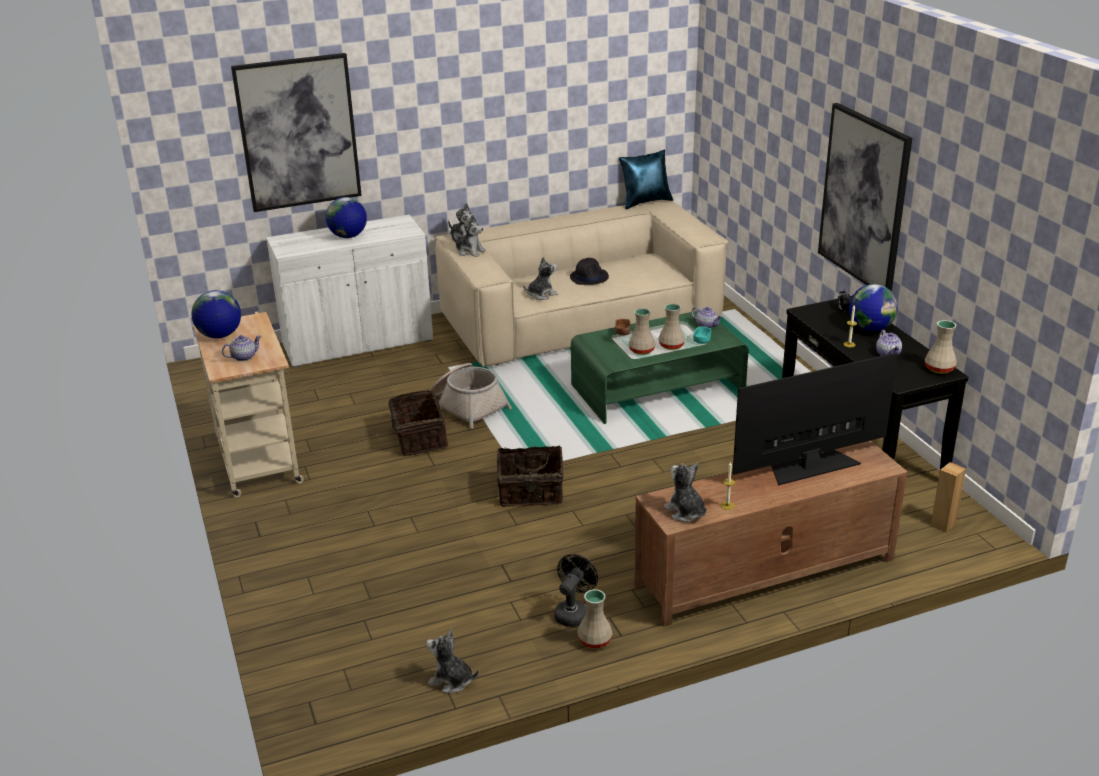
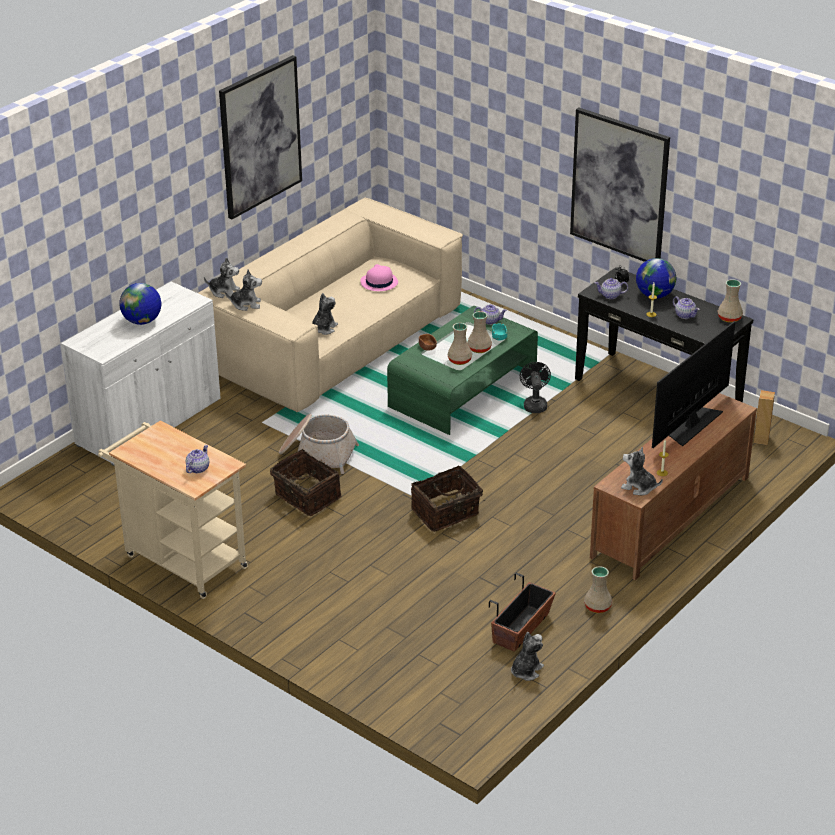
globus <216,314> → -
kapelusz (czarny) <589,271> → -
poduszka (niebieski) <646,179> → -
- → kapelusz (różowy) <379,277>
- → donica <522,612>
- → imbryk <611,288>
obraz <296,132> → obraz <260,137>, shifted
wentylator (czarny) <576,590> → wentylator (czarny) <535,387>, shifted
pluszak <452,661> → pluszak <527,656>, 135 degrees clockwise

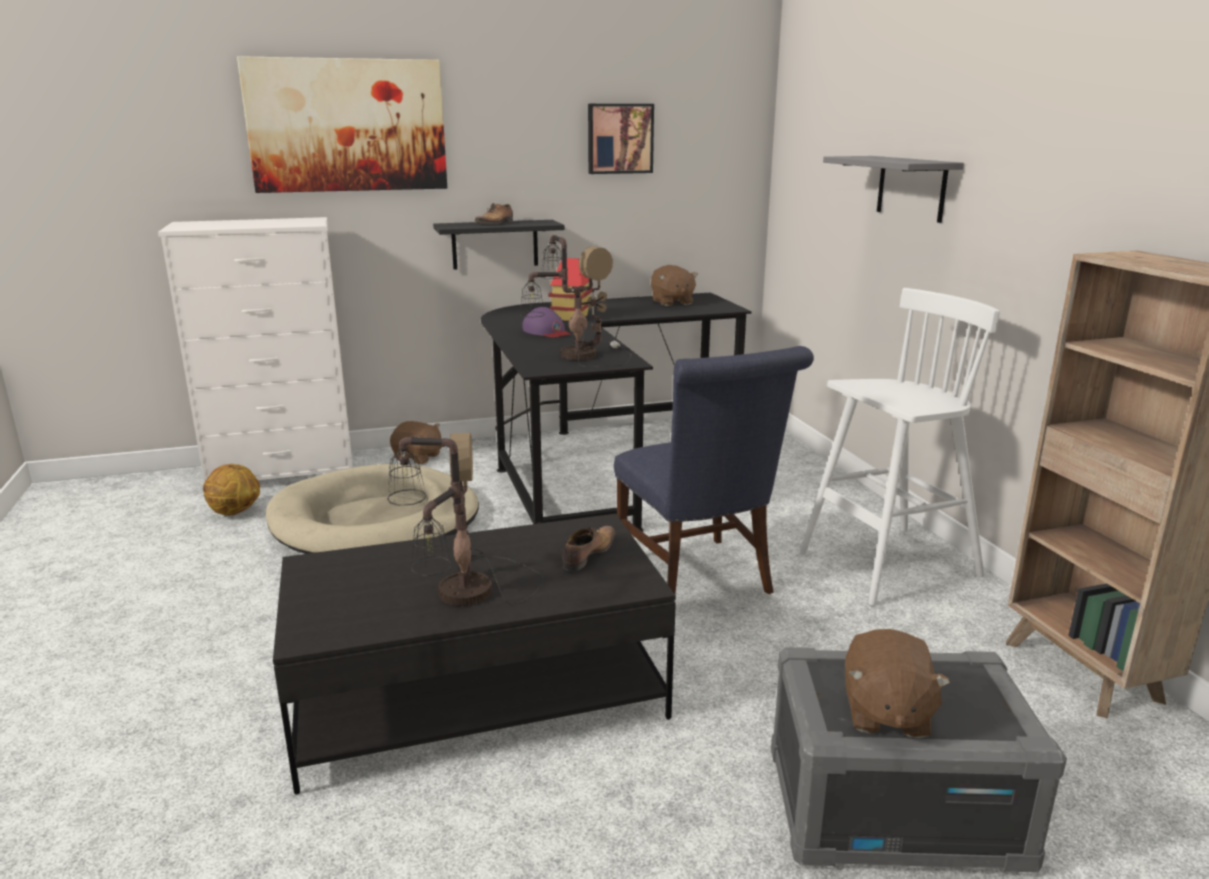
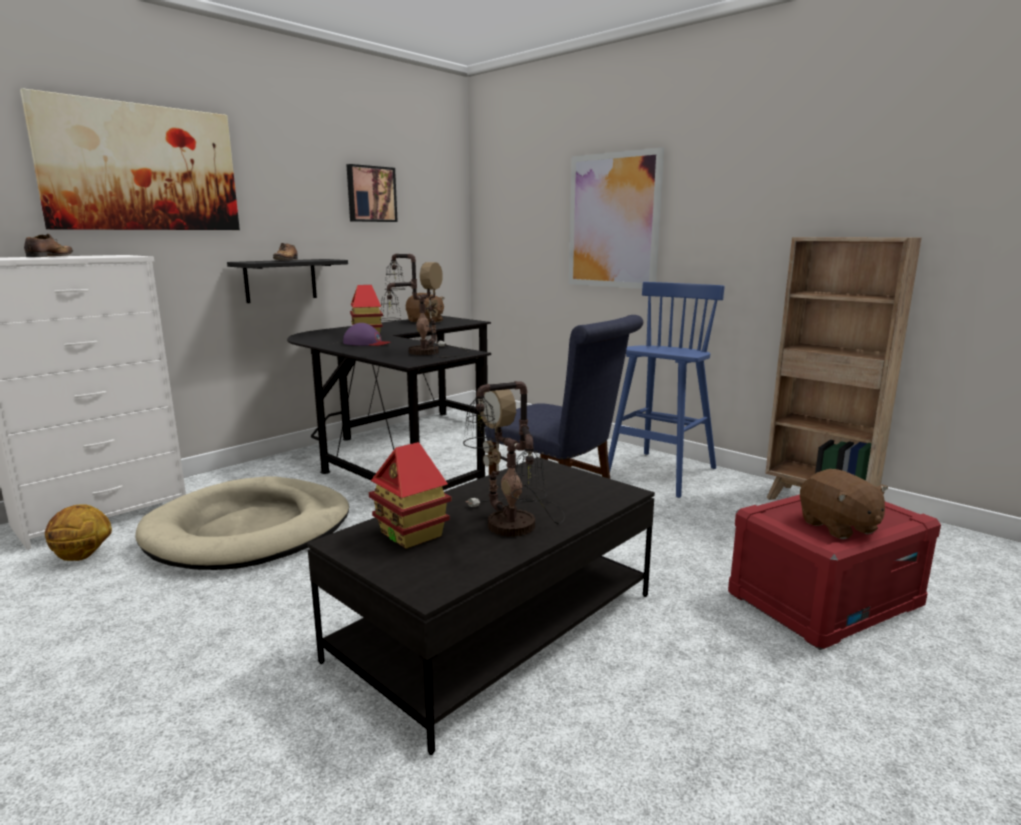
pluszak (brązowy) <416,442> → -
- → domek <410,495>
but <588,548> → but <48,245>, shifted
półka (szary) <893,189> → obraz <616,218>
pojemnik do przechowywania (szary) <919,760> → pojemnik do przechowywania (czerwony) <834,572>
stołek (biały) <900,447> → stołek (niebieski) <666,390>

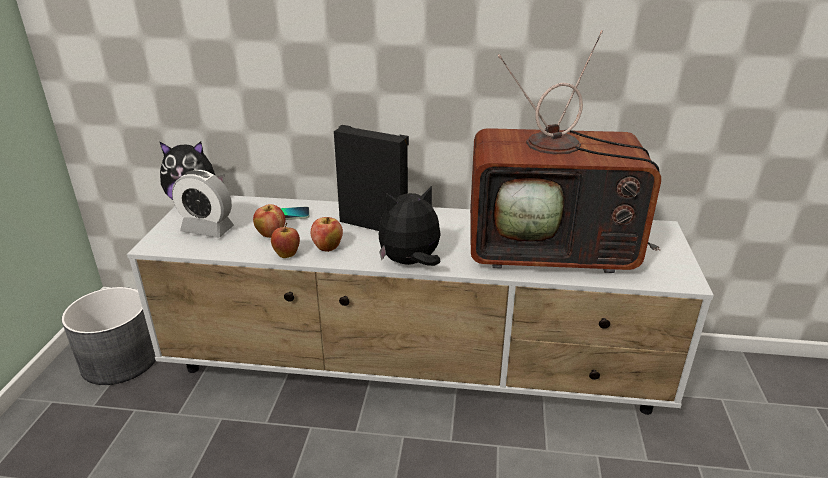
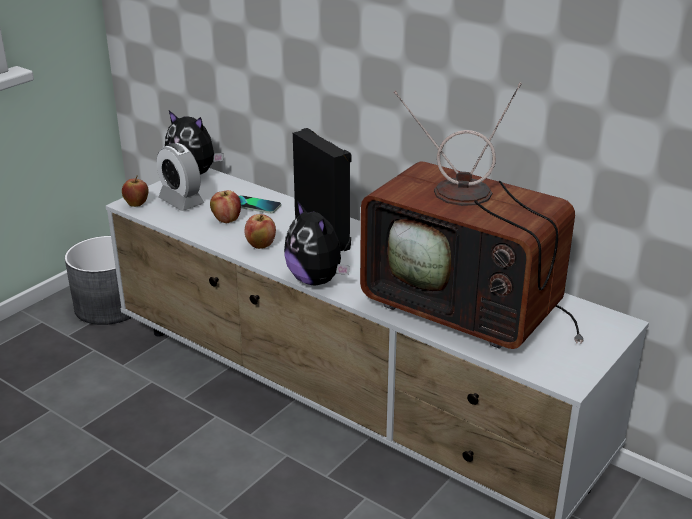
jabłko <285,240> → jabłko <135,191>, shifted
pluszak <410,226> → pluszak <317,243>, 135 degrees counterclockwise

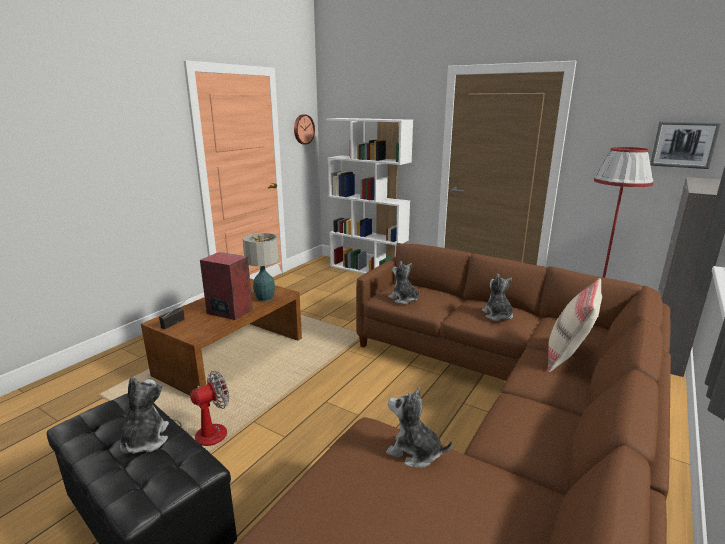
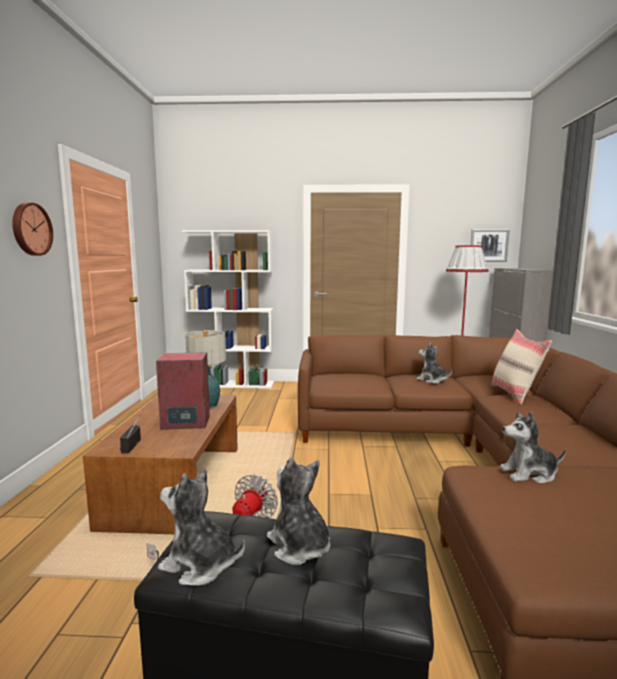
zegar ścienny <304,129> → zegar ścienny <32,229>, shifted
pluszak <404,282> → pluszak <201,528>, shifted

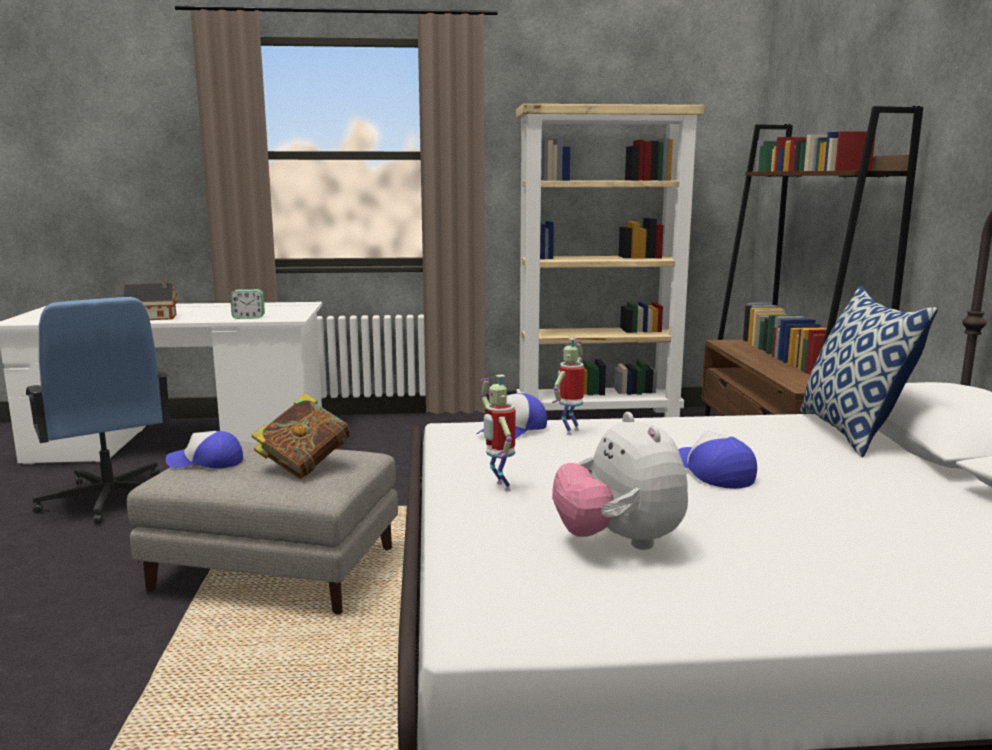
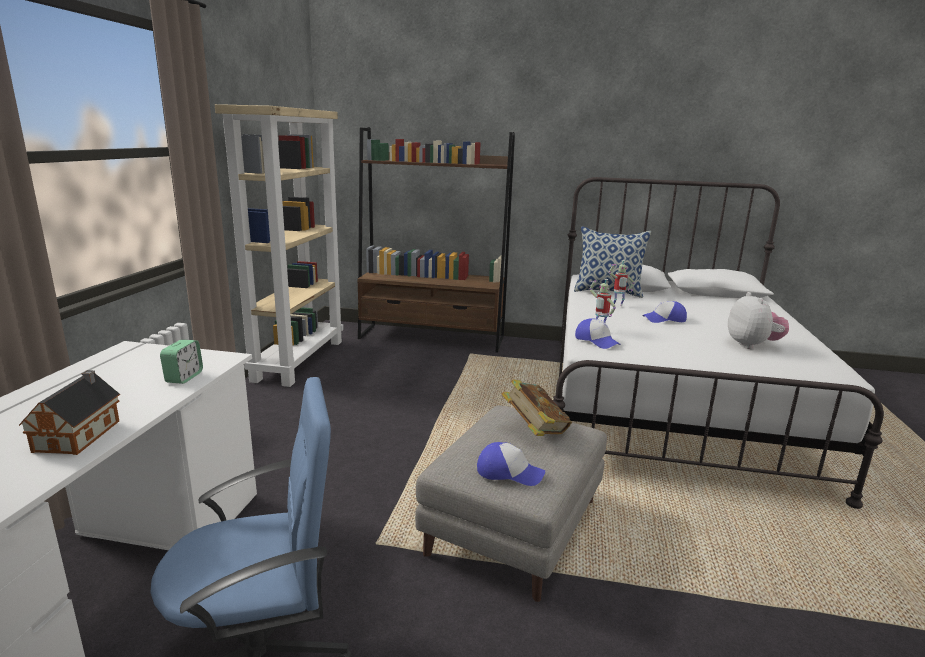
robot zabawkowy <497,432> → robot zabawkowy <622,283>, shifted
czapka z daszkiem <204,450> → czapka z daszkiem <511,464>, 90 degrees counterclockwise
pluszak <620,481> → pluszak <758,320>, 90 degrees counterclockwise

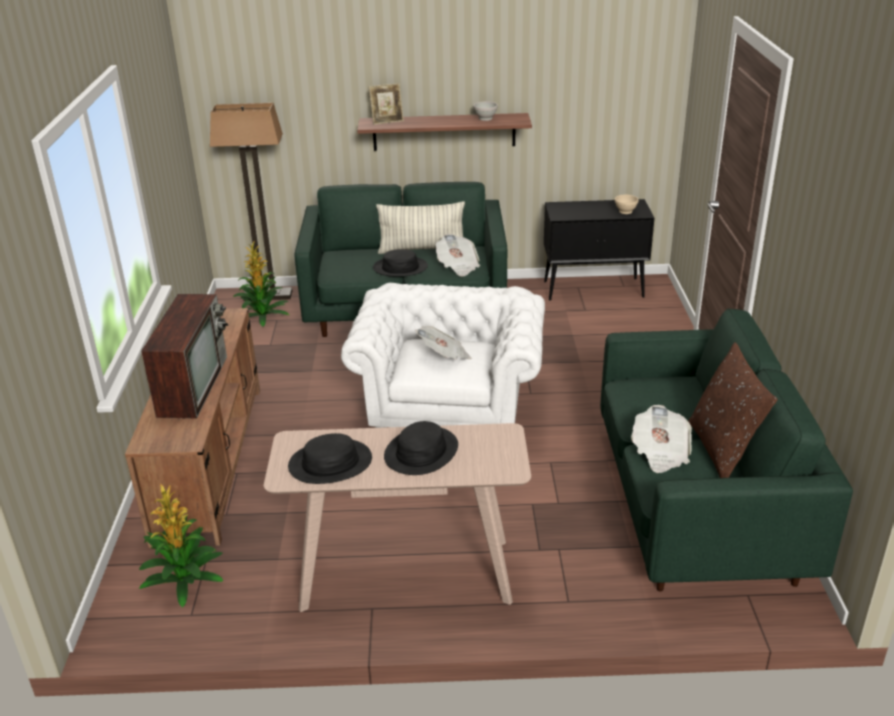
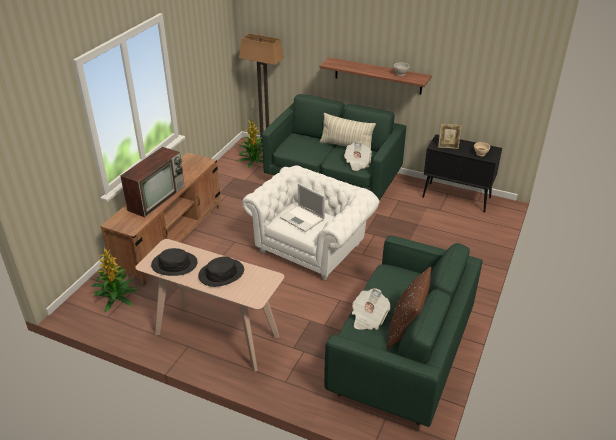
kapelusz (czarny) <400,263> → -
ramka na zdjęcie <386,104> → ramka na zdjęcie <450,136>, shifted
gazeta <443,343> → laptop <302,207>

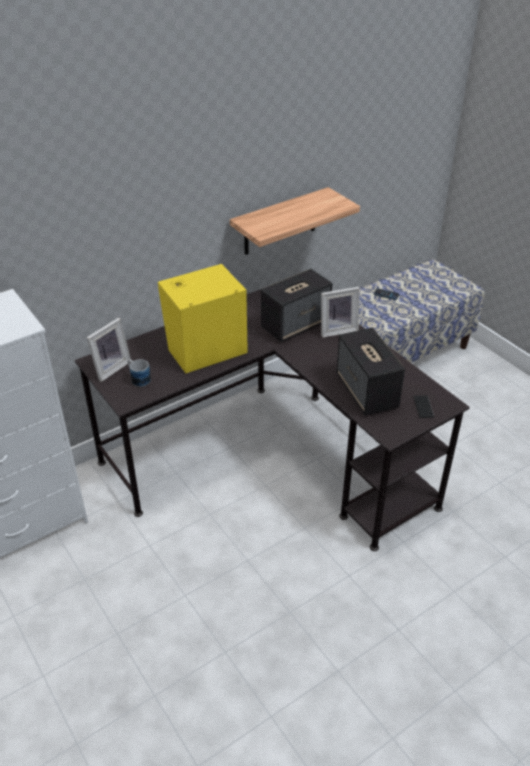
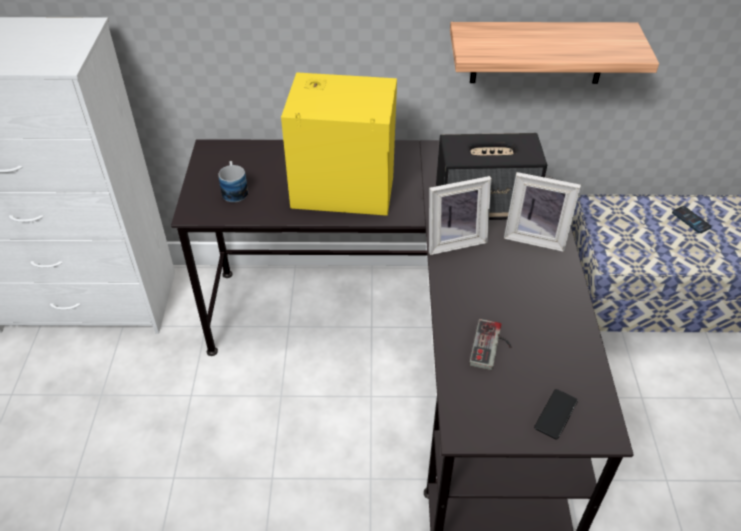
ramka na zdjęcie <108,350> → ramka na zdjęcie <460,215>, shifted
głośnik <370,371> → pad do gier <490,344>

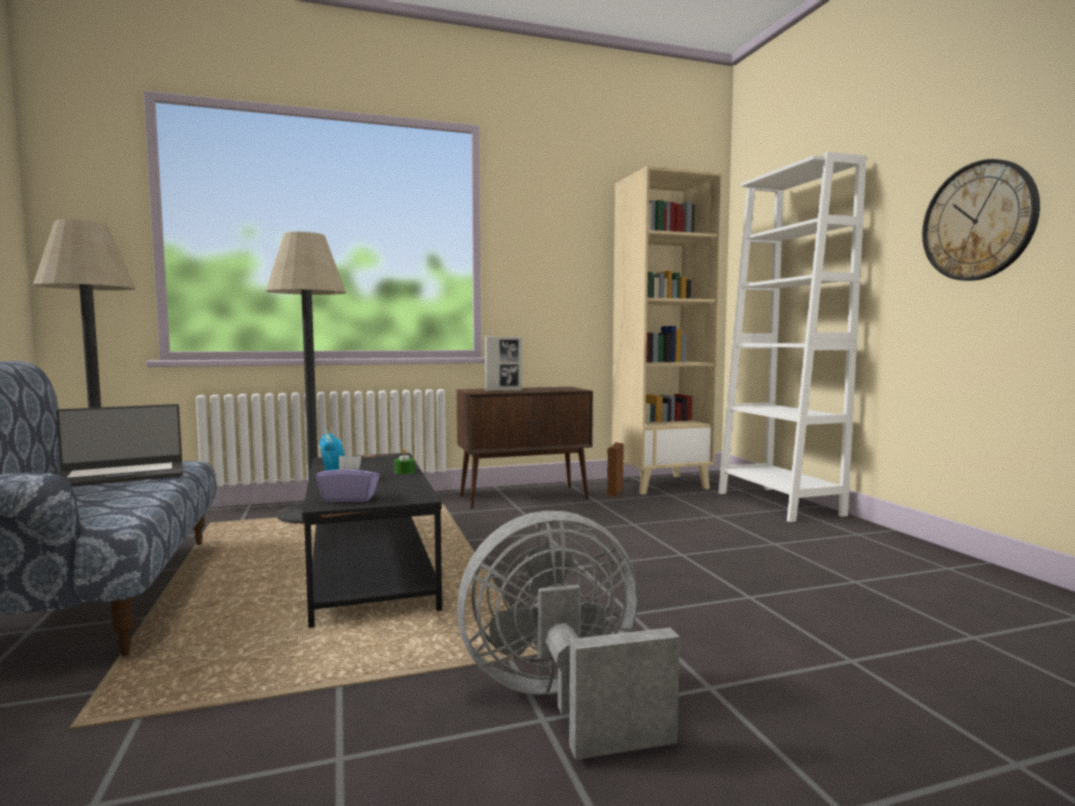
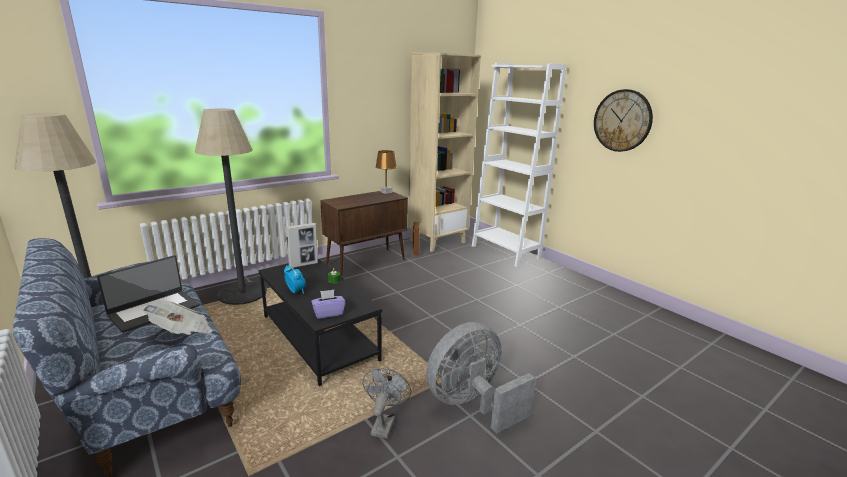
- → gazeta <177,318>
- → wentylator (szary) <386,403>
- → lampa stołowa (brązowy) <386,172>
ramka na zdjęcie <503,363> → ramka na zdjęcie <302,245>, shifted

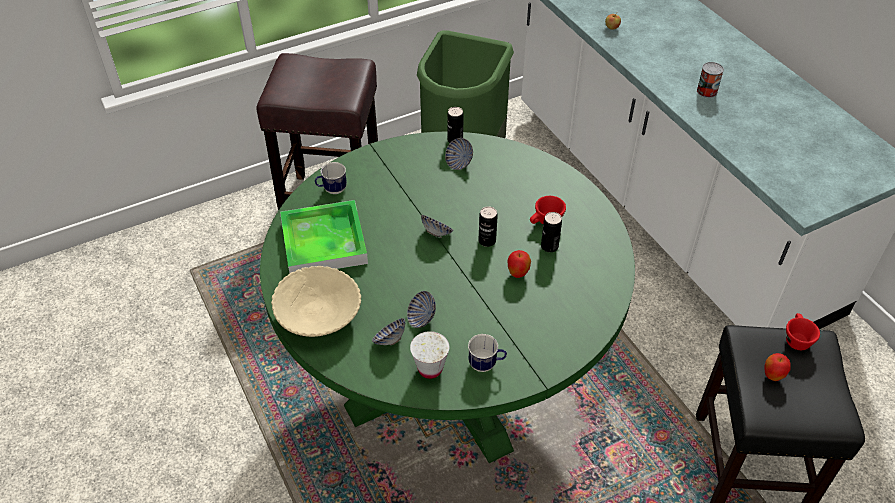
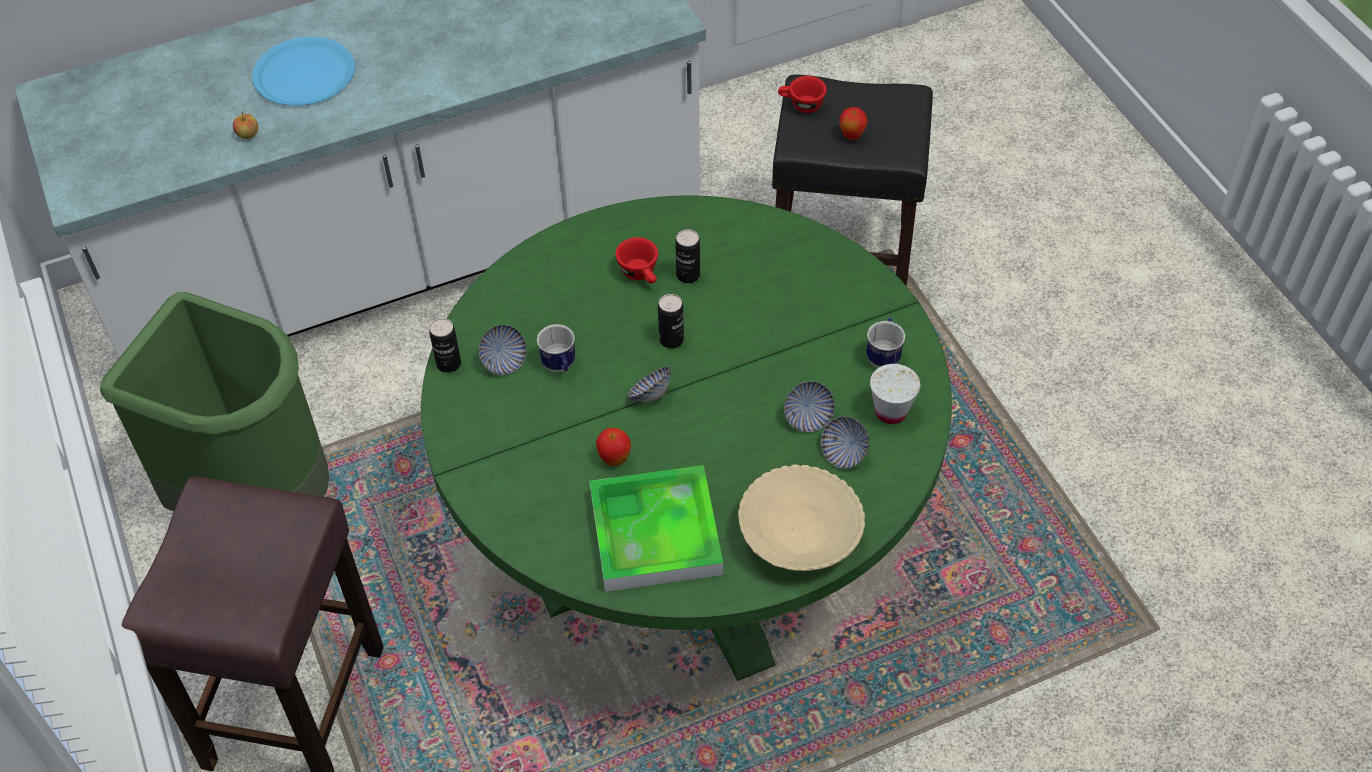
puszka <710,80> → -
- → talerz (niebieski) <303,71>
kubek <331,178> → kubek <556,348>, shifted
jabłko <519,264> → jabłko <613,447>, shifted

